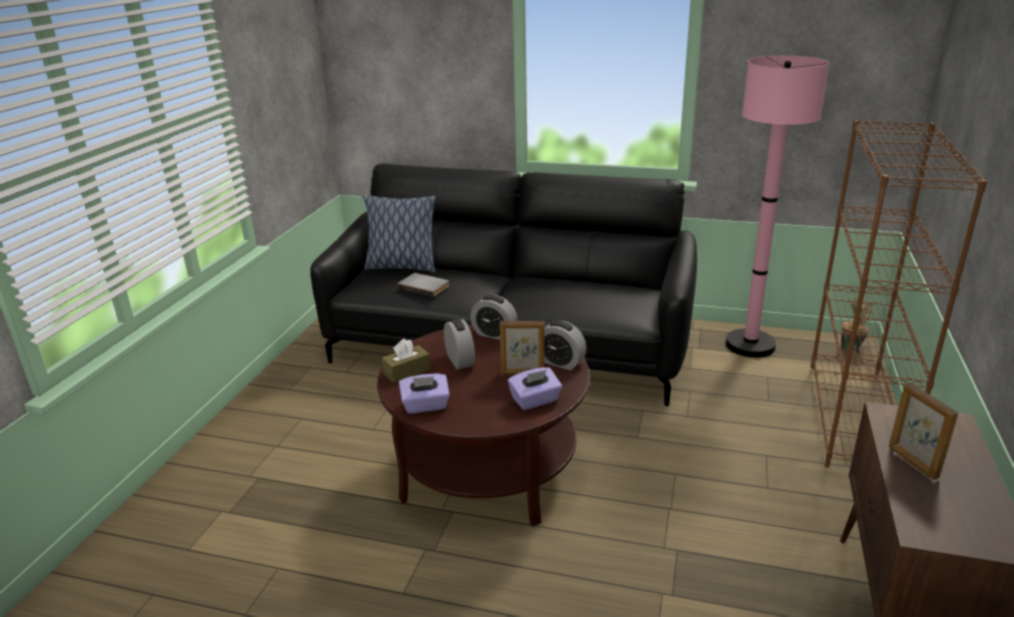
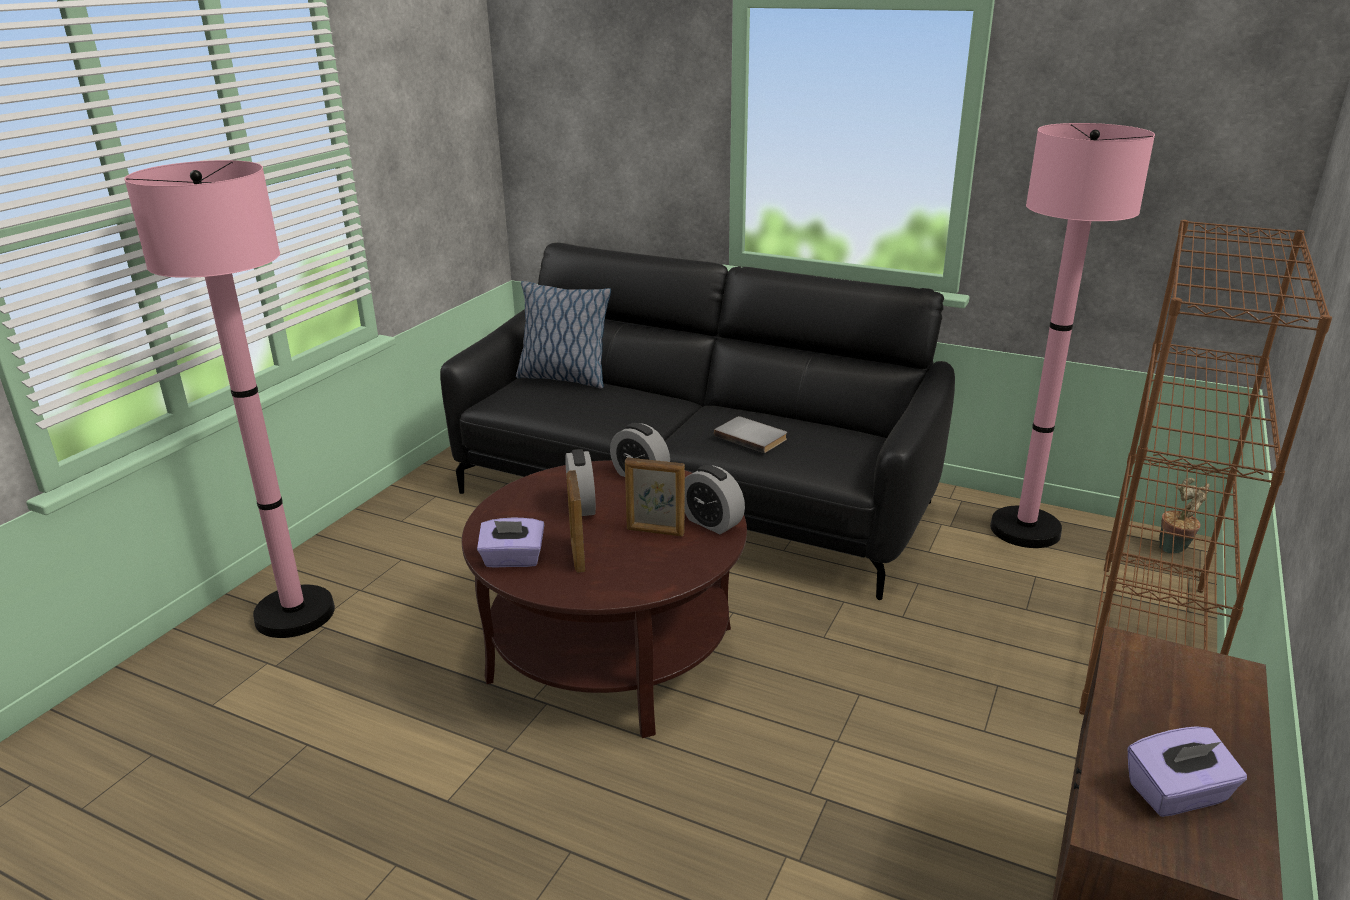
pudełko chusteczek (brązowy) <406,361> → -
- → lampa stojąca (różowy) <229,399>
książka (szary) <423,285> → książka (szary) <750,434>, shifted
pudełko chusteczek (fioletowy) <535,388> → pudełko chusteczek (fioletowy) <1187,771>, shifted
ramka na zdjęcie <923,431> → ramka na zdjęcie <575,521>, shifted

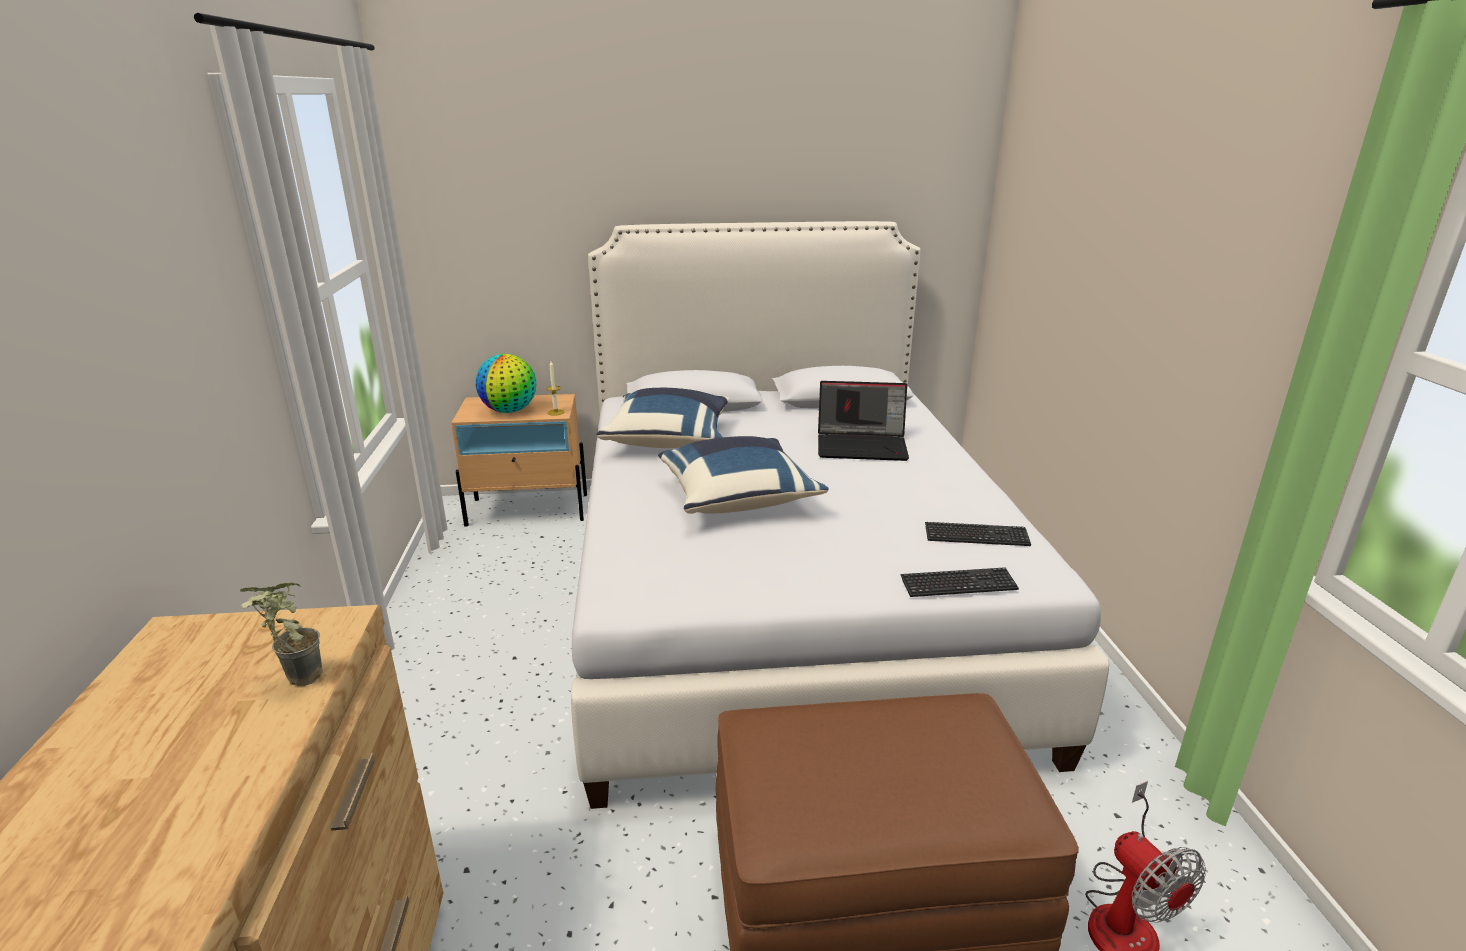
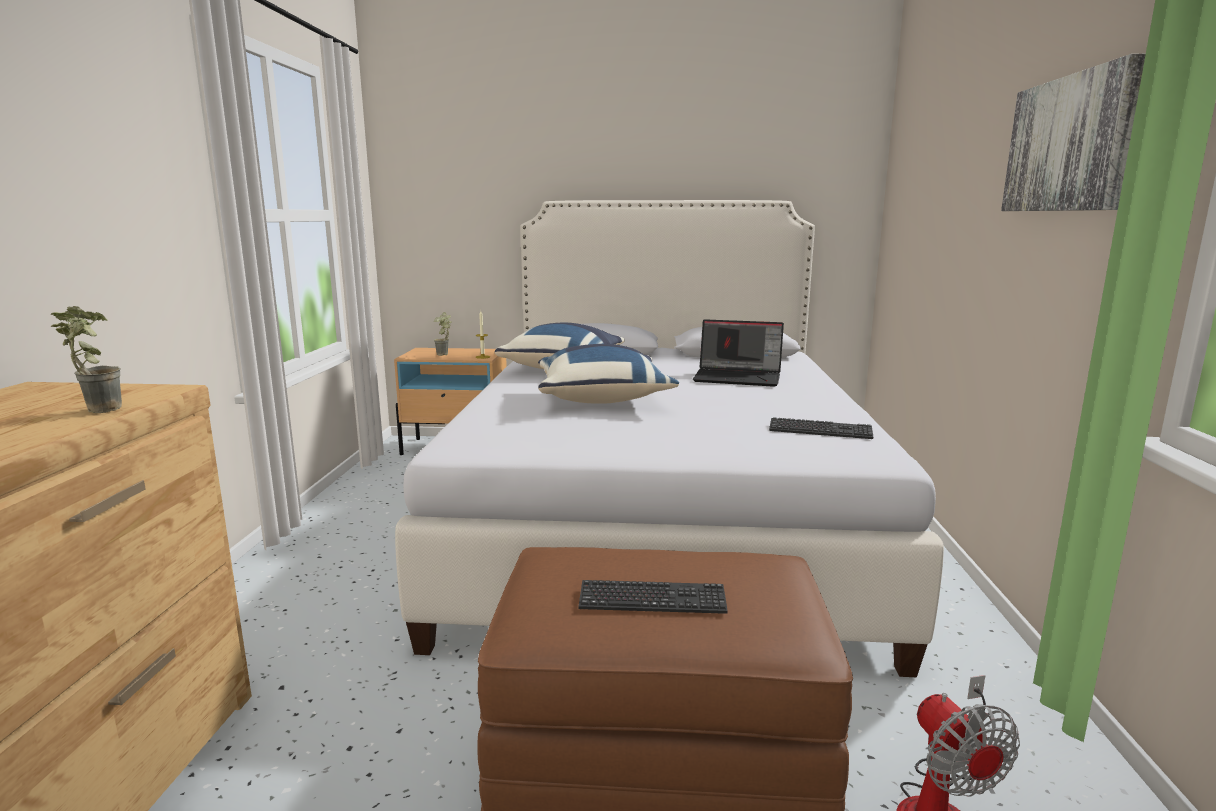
- → obraz <1073,132>
klawiatura <959,582> → klawiatura <653,597>, shifted
globus <506,383> → roślina doniczkowa <443,334>

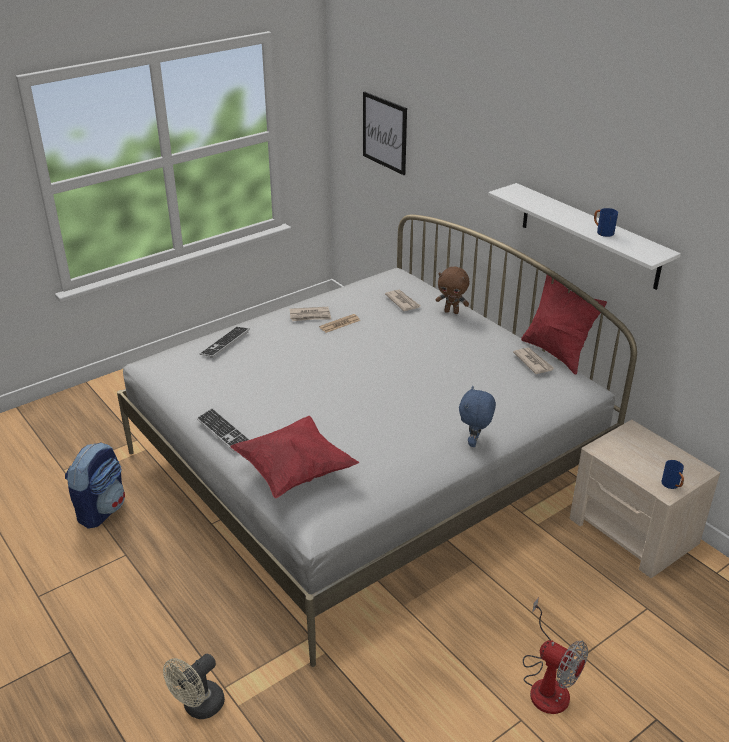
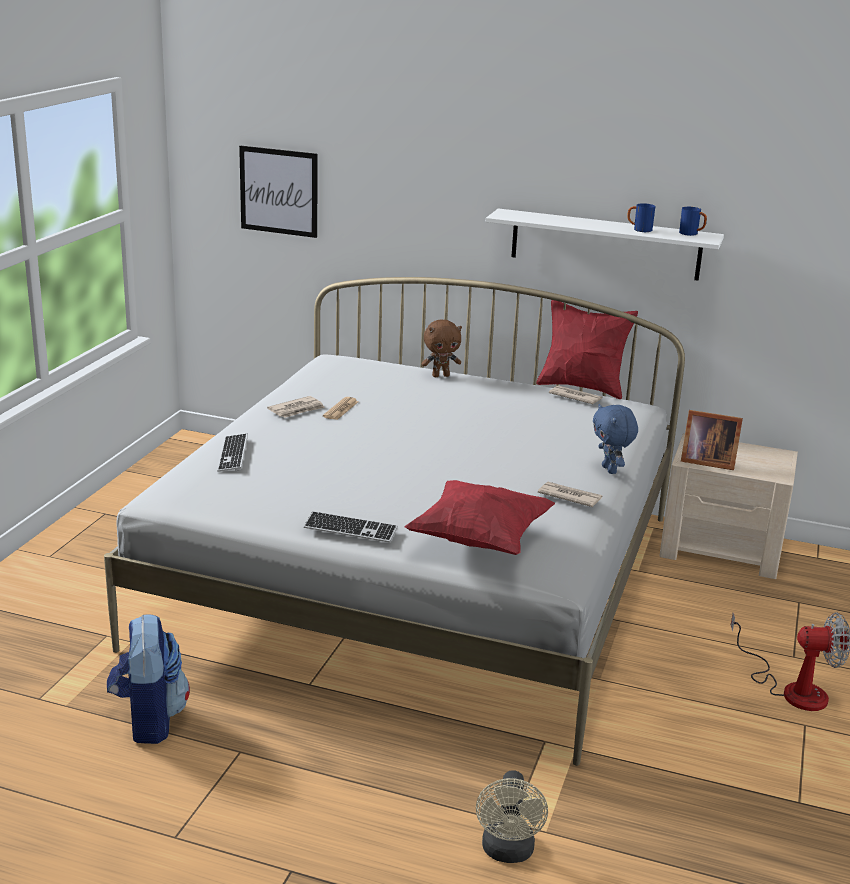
- → ramka na zdjęcie <712,440>
gazeta <402,300> → gazeta <570,494>, shifted
kubek (niebieski) <672,474> → kubek (niebieski) <693,221>, shifted

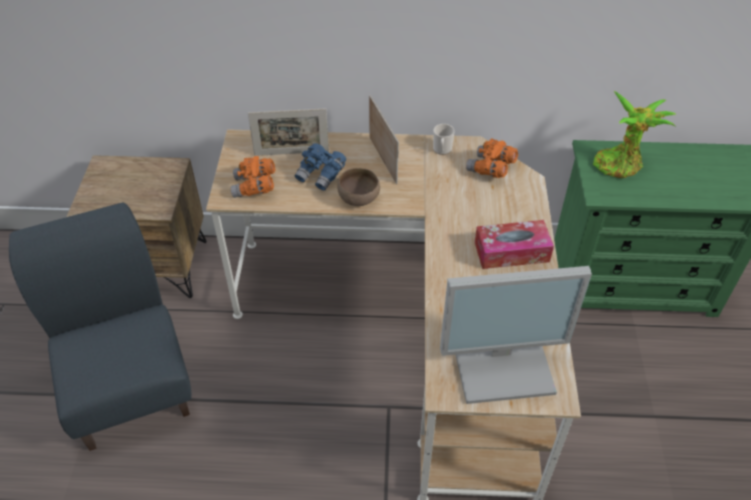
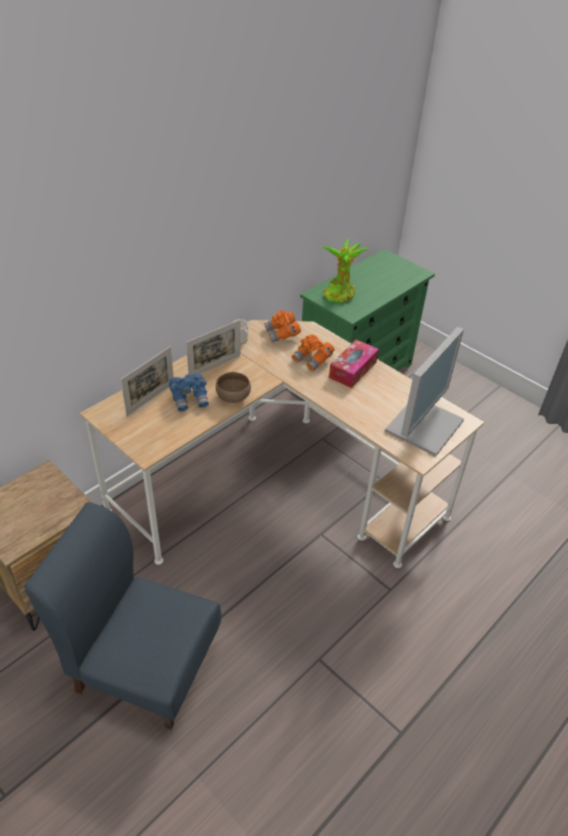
lornetka (pomarańczowy) <253,177> → lornetka (pomarańczowy) <313,352>, shifted
ramka na zdjęcie <384,139> → ramka na zdjęcie <213,347>, 120 degrees clockwise

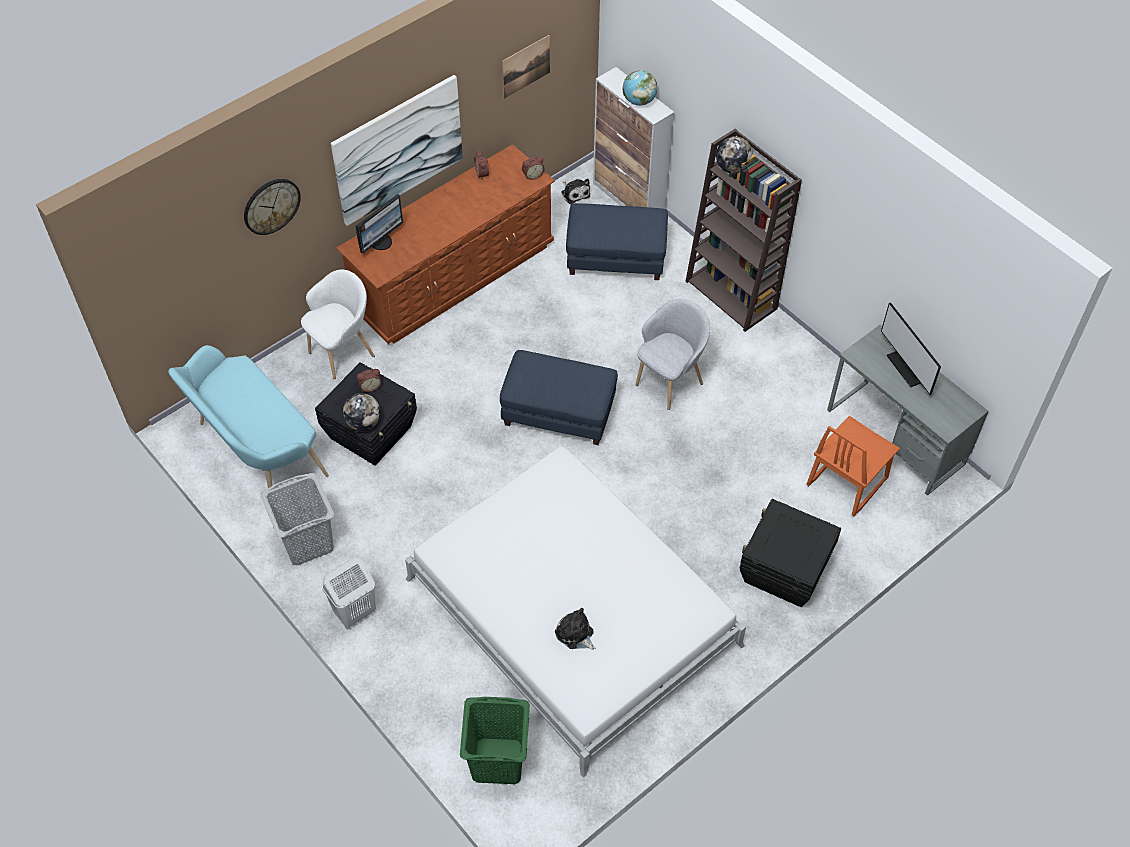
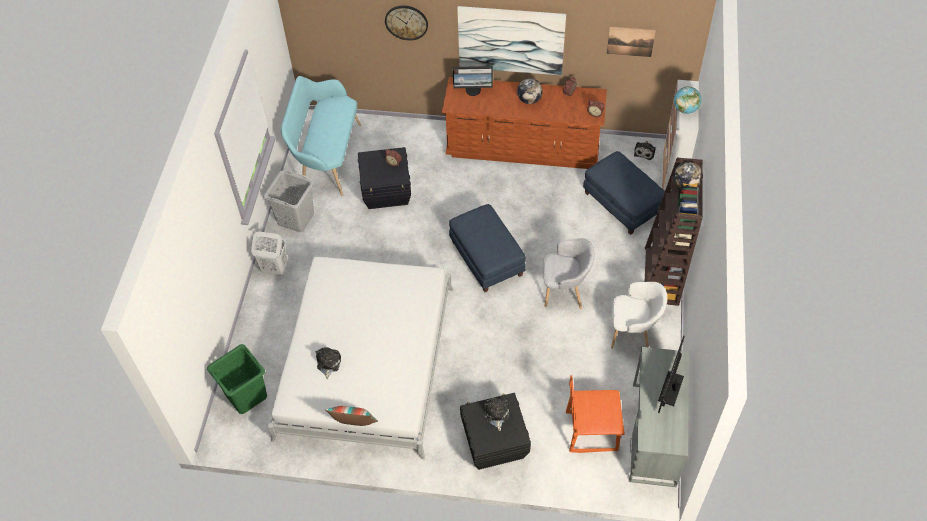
- → poduszka <351,416>
- → pluszak <496,414>
fotel (biały) <338,324> → fotel (biały) <639,315>, shifted
globus <361,412> → globus <530,91>, shifted

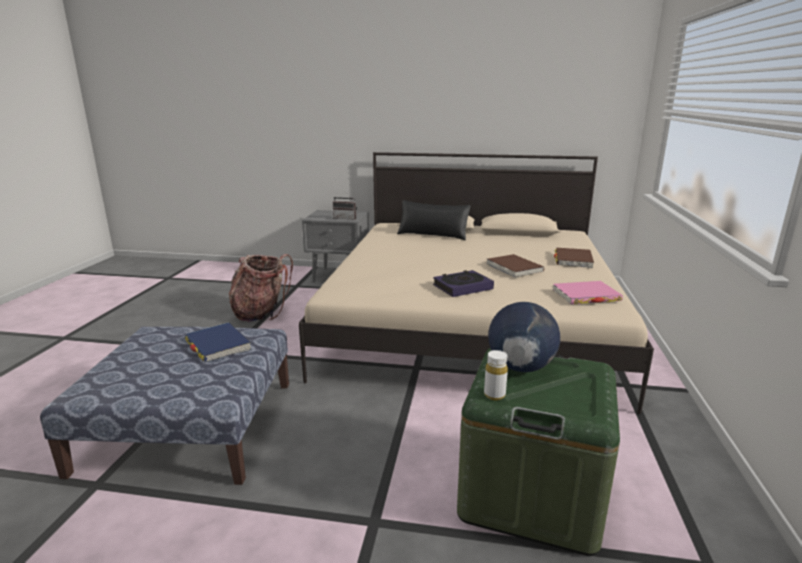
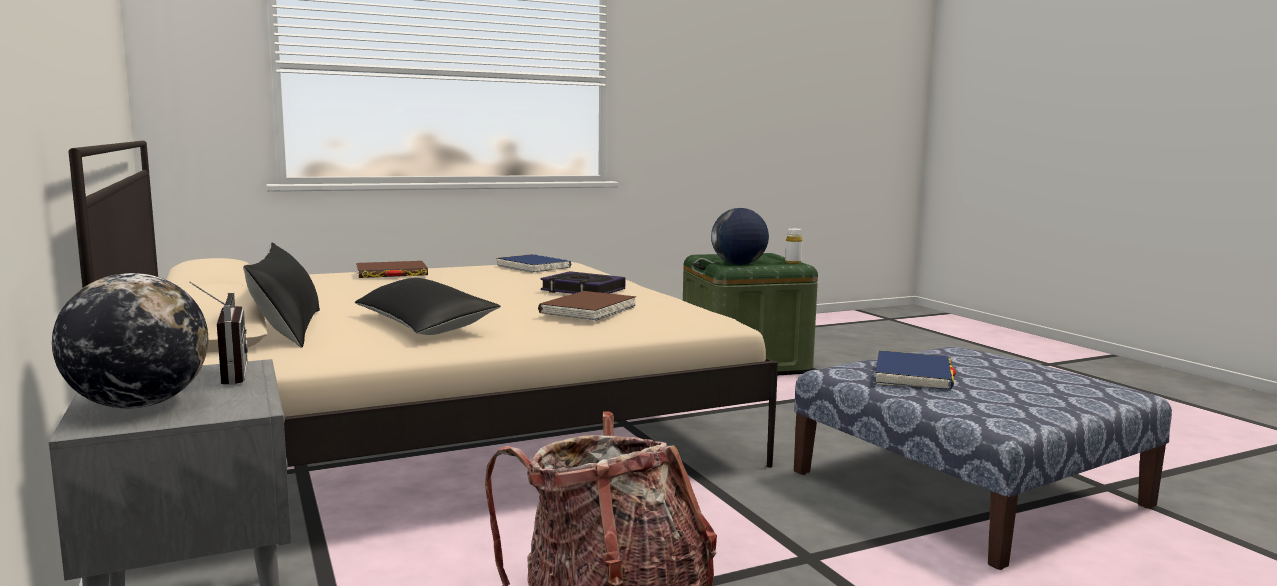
- → globus <130,341>
- → poduszka (czarny) <428,306>
książka (brązowy) <515,266> → książka (brązowy) <587,306>, shifted
książka (różowy) <588,292> → książka (niebieski) <534,263>

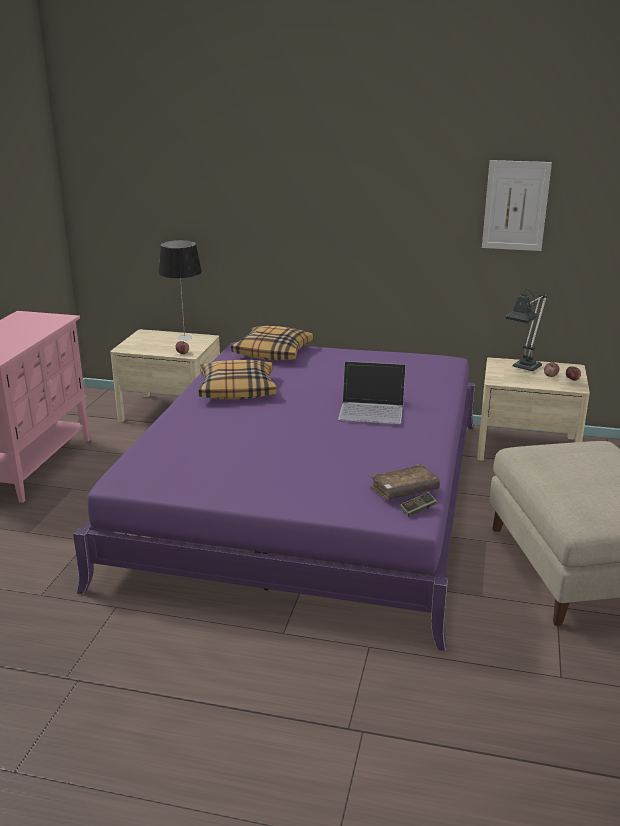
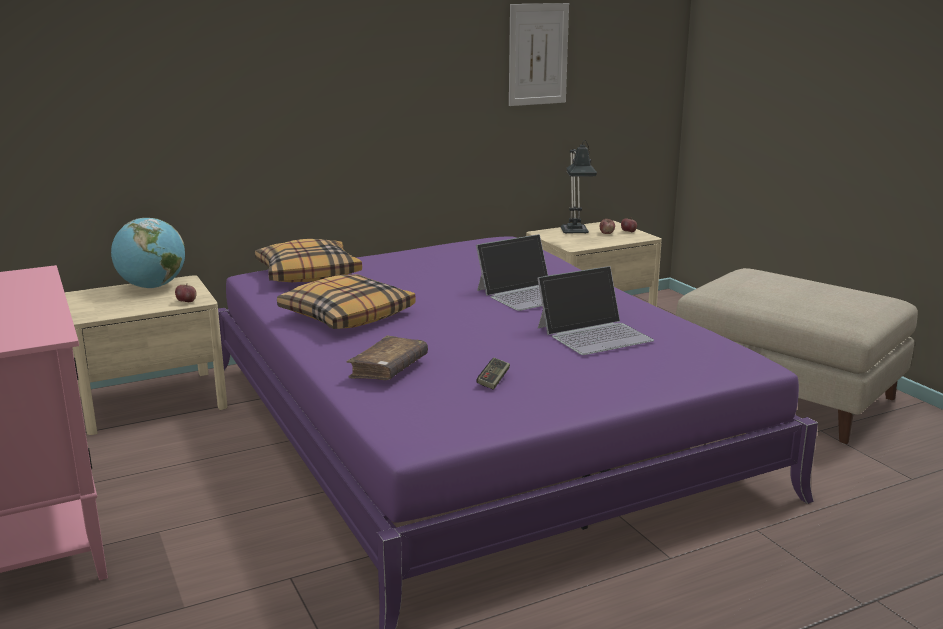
- → laptop <595,310>
książka (brązowy) <405,482> → książka (brązowy) <387,358>, shifted
pad do gier <418,504> → pad do gier <493,374>, shifted
lampa stołowa <180,290> → globus <148,253>

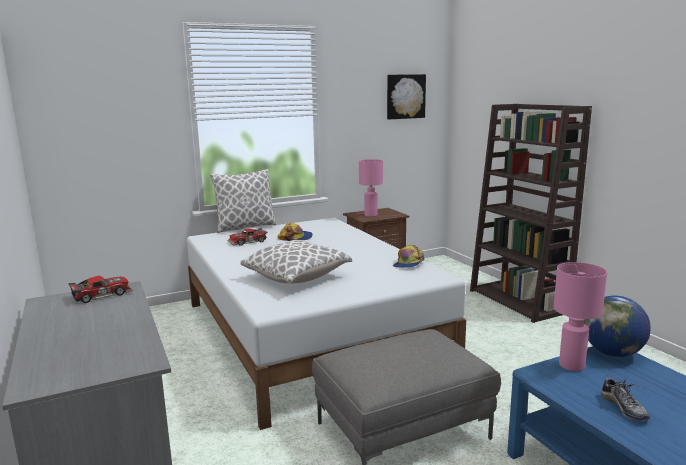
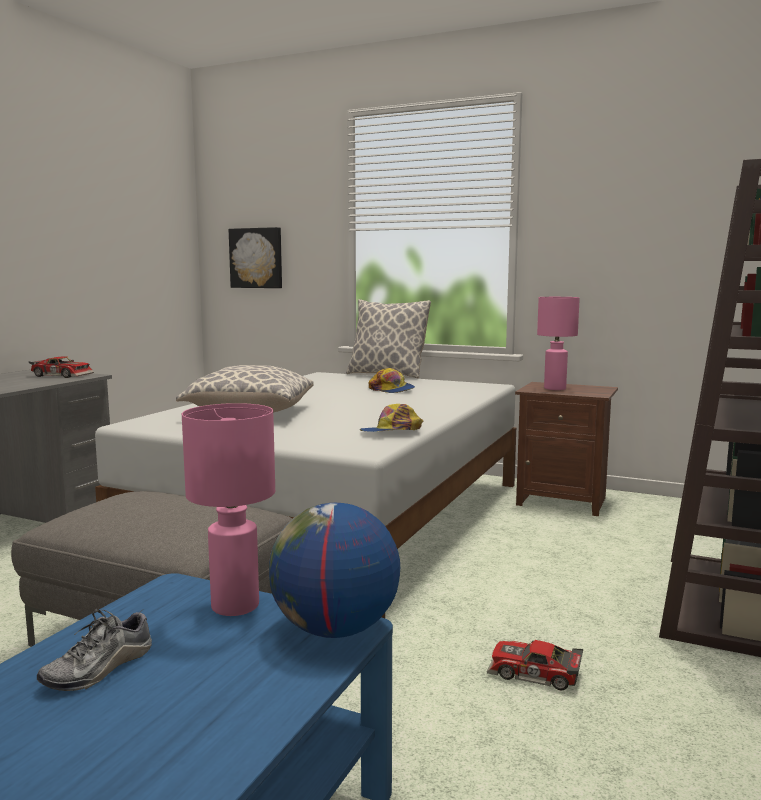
samochodzik <248,237> → samochodzik <535,665>, shifted
obraz <406,96> → obraz <255,257>, shifted

